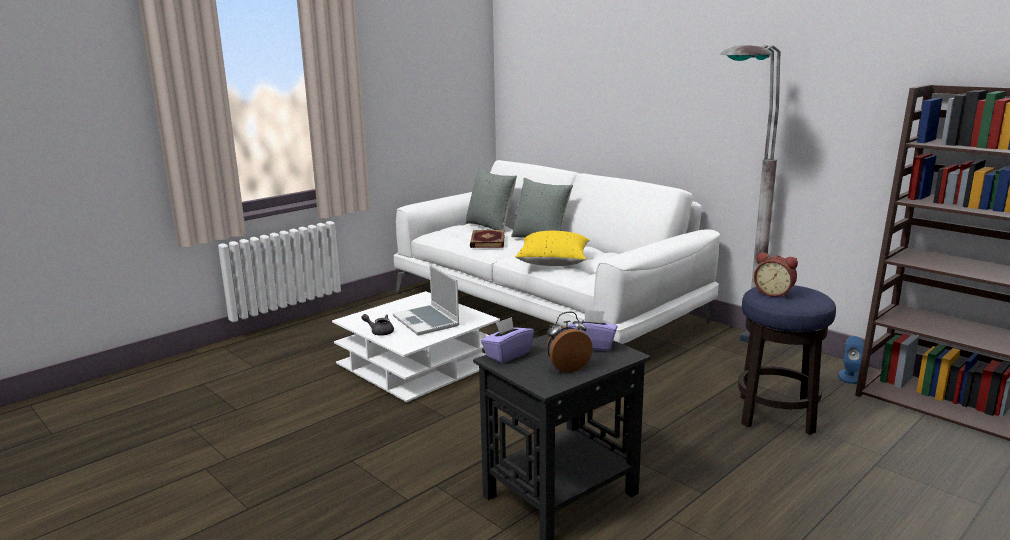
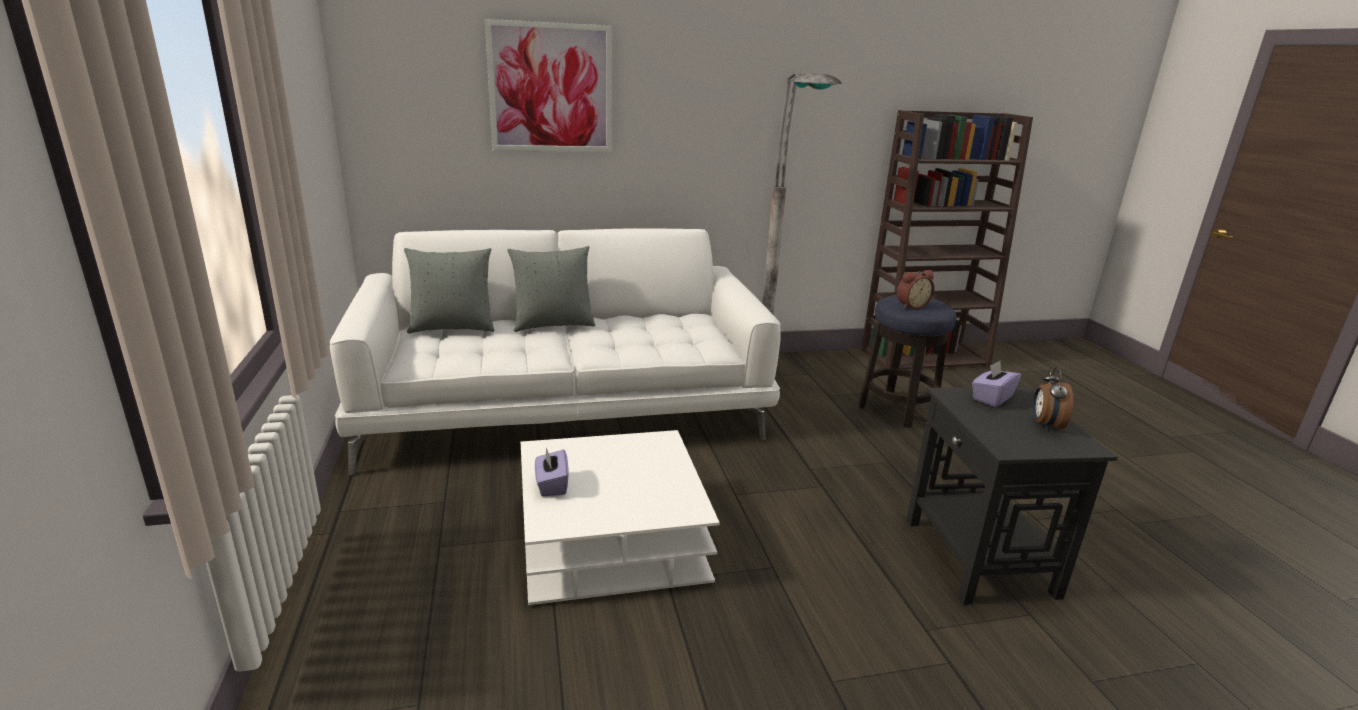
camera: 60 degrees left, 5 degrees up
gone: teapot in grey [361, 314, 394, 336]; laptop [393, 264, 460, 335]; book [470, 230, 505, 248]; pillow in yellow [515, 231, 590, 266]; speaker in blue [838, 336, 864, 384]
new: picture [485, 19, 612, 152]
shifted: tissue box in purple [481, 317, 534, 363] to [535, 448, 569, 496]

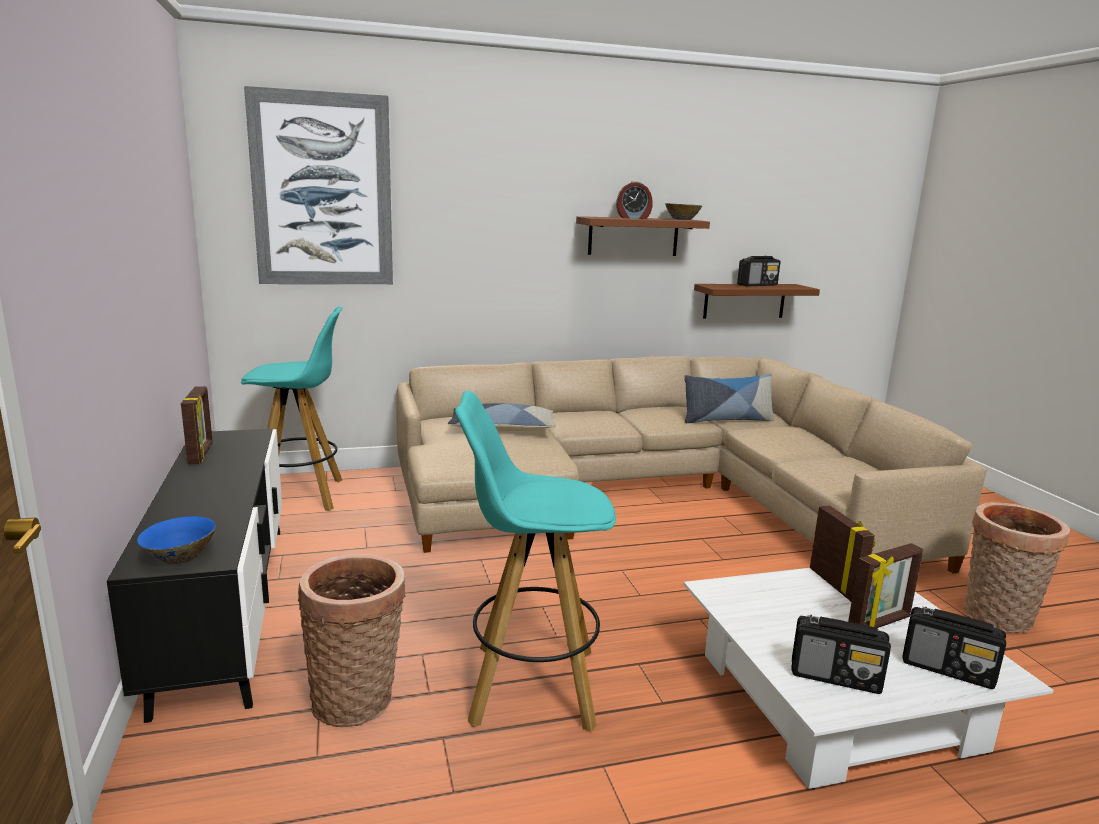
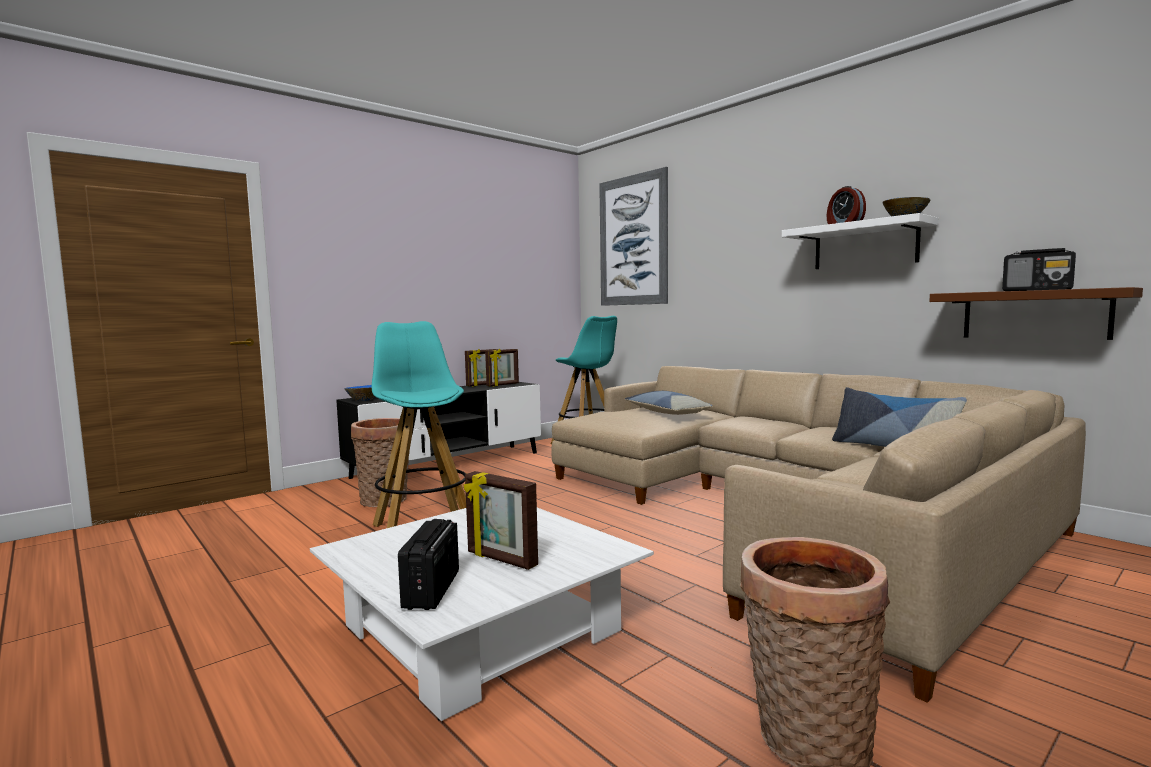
camera: 65 degrees right, 10 degrees down
gone: radio [792, 615, 891, 694]
shifted: picture frame [810, 505, 876, 602] to [485, 349, 519, 387]
repainted: shelf in brown [576, 216, 710, 256] to shelf in white [782, 213, 938, 269]

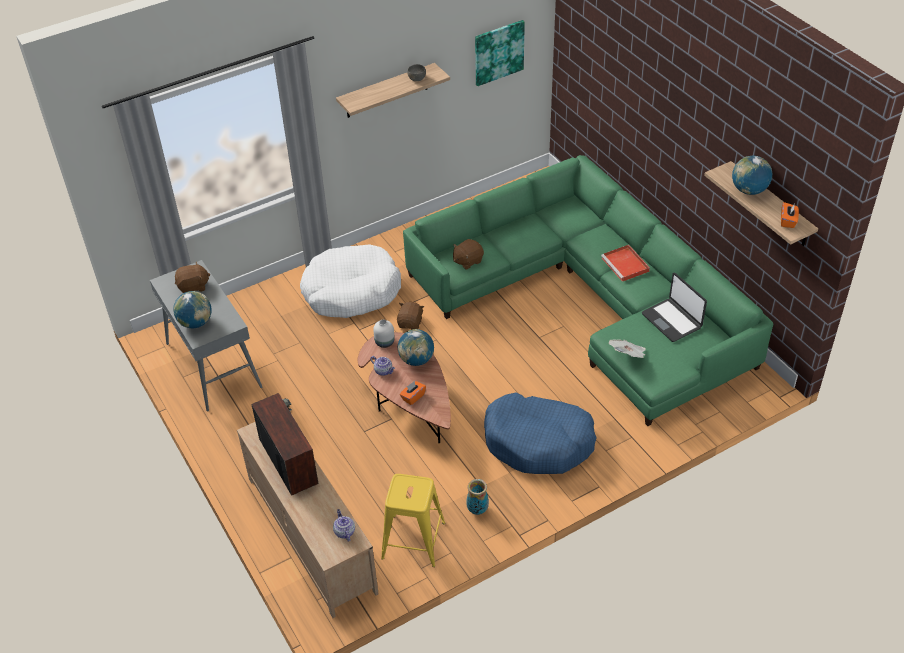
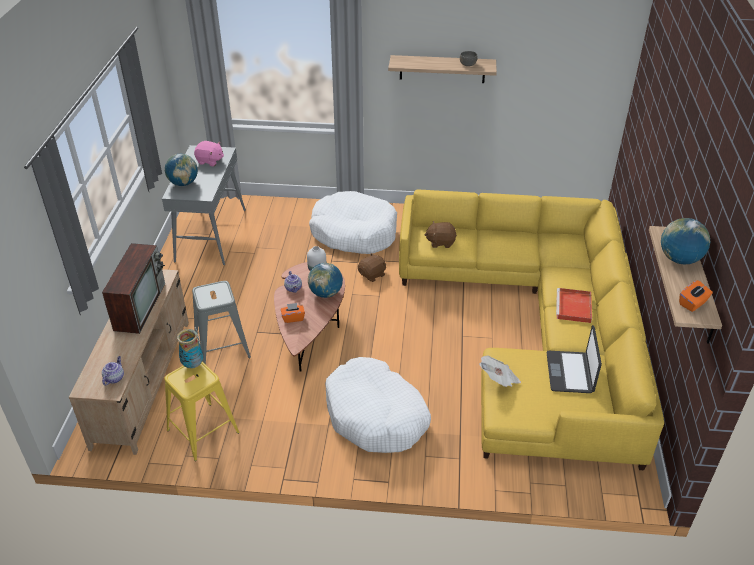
camera: 35 degrees right, 5 degrees down
gone: picture [475, 20, 525, 86]
new: stool in grey [192, 281, 251, 364]
shifted: vase [466, 479, 489, 515] to [177, 329, 203, 368]
repainted: plush toy in brown [175, 261, 210, 293] to plush toy in pink [194, 141, 224, 166]; sofa in green [403, 155, 774, 426] to sofa in yellow [399, 189, 664, 470]; dog bed in blue [484, 393, 597, 474] to dog bed in white [325, 357, 431, 453]

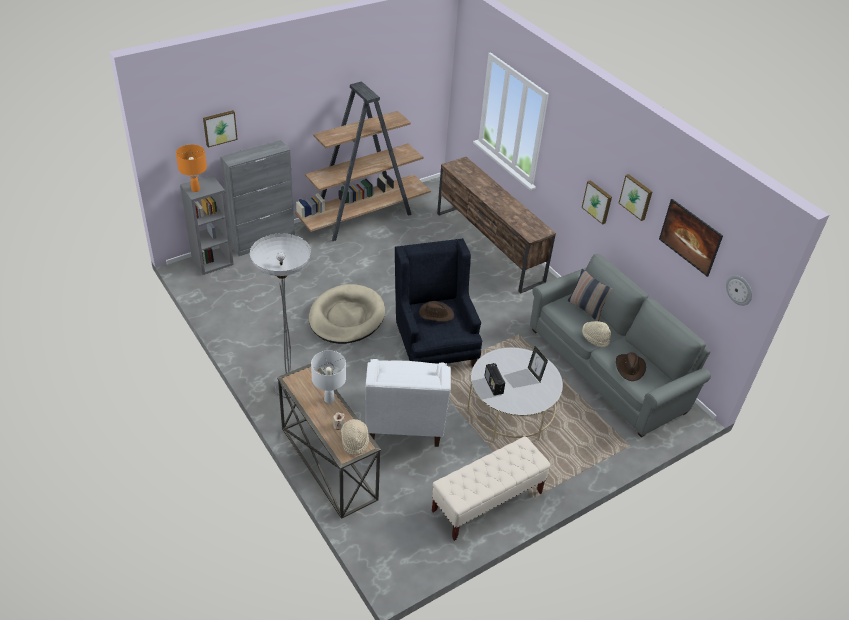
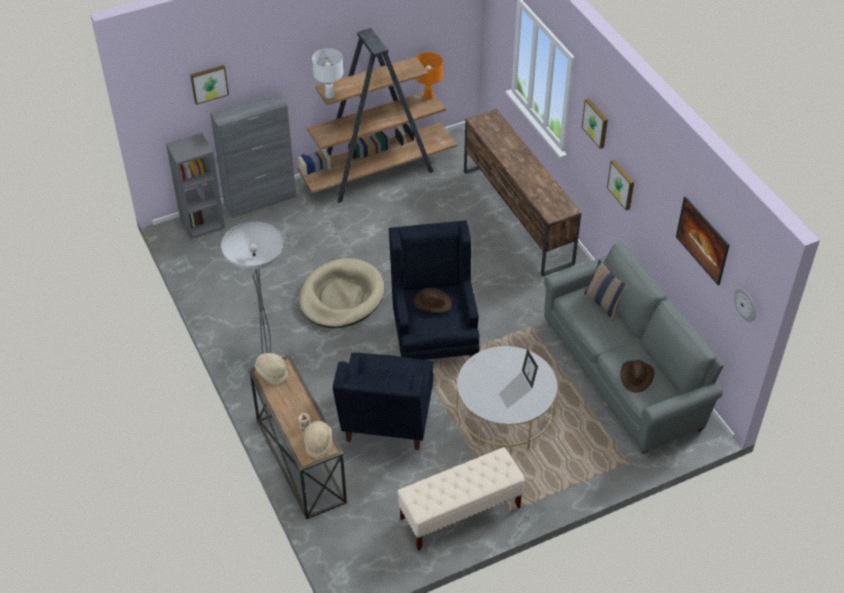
camera: 10 degrees right, 5 degrees up
gone: radio [485, 363, 505, 396]
shifted: table lamp in orange [176, 144, 207, 192] to [416, 52, 443, 100]; table lamp in white [311, 350, 346, 403] to [312, 48, 343, 99]; hat in beige [582, 321, 611, 347] to [255, 353, 288, 384]; picture [619, 174, 652, 221] to [582, 98, 608, 149]
repainted: armchair in white [366, 359, 451, 447] to armchair in blue [333, 353, 434, 450]

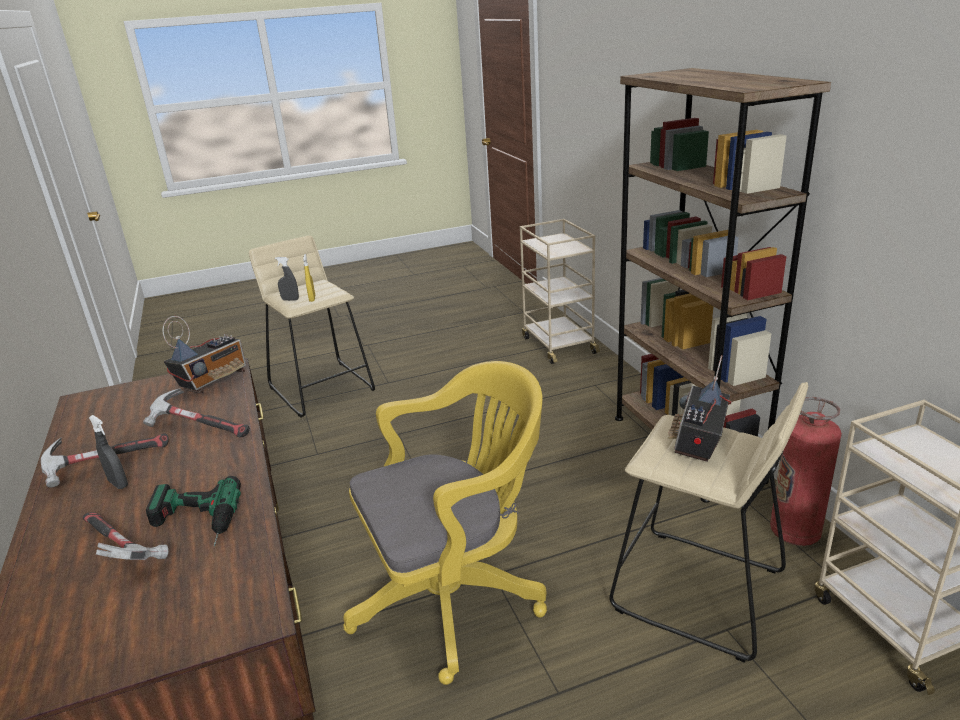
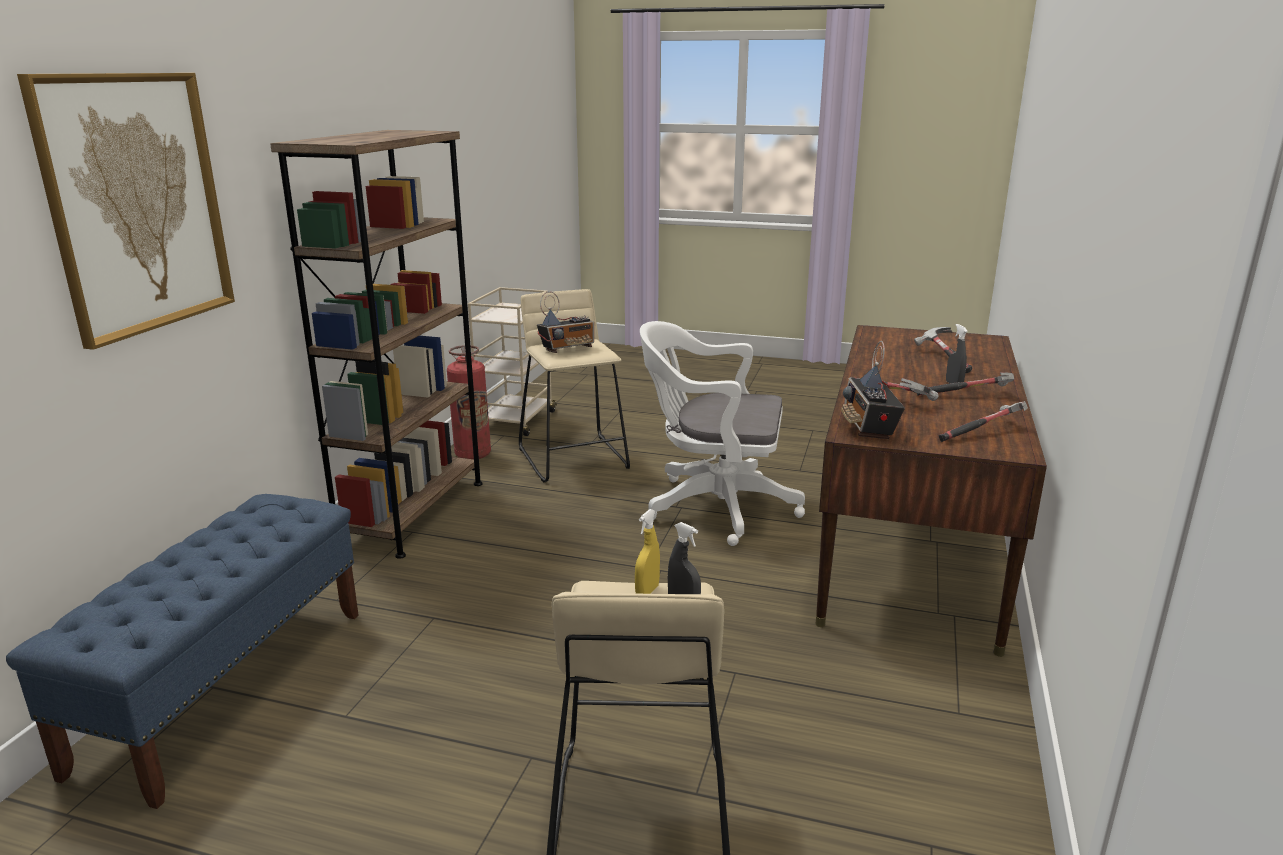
camera: 145 degrees left, 5 degrees down
gone: power drill [146, 476, 241, 546]
new: picture [17, 73, 235, 350]; hammer [939, 401, 1028, 442]
swapped: cart in beige [520, 219, 600, 364] to bench in blue [6, 494, 359, 809]
repainted: office chair in yellow [343, 361, 547, 685] to office chair in white [640, 321, 805, 546]
rotated: radio [162, 316, 246, 394] = [841, 341, 905, 439] 75 degrees counterclockwise

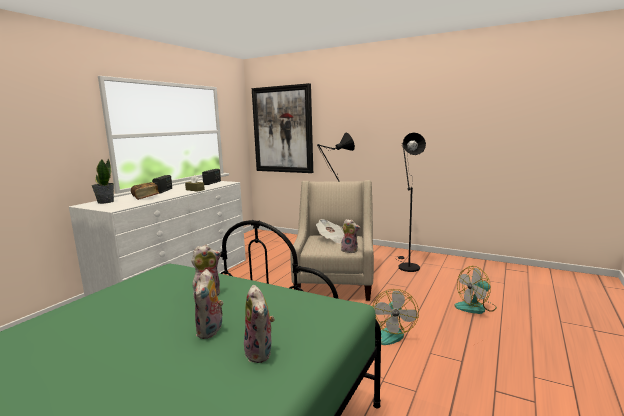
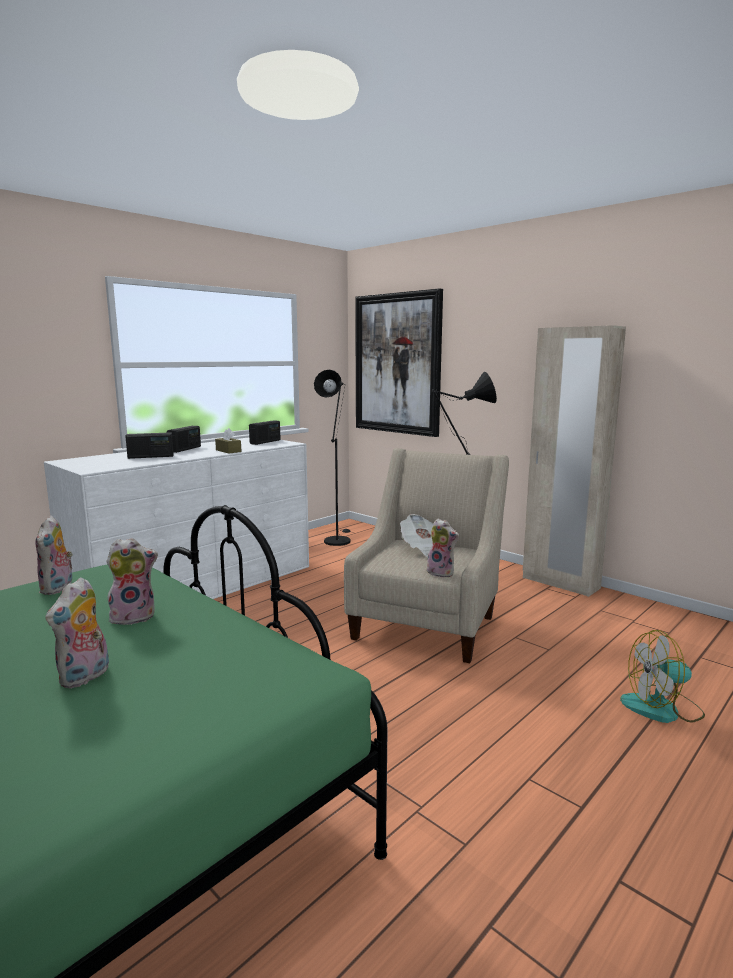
camera: 15 degrees right, 0 degrees up
gone: potted plant [92, 159, 114, 204]; fan [372, 289, 419, 345]
new: wardrobe in beige [523, 325, 626, 597]
shifted: plush toy [244, 285, 275, 363] to [36, 515, 73, 595]; floor lamp in black [397, 132, 426, 272] to [314, 370, 350, 546]
swapped: book [131, 182, 160, 200] to radio [125, 432, 174, 459]

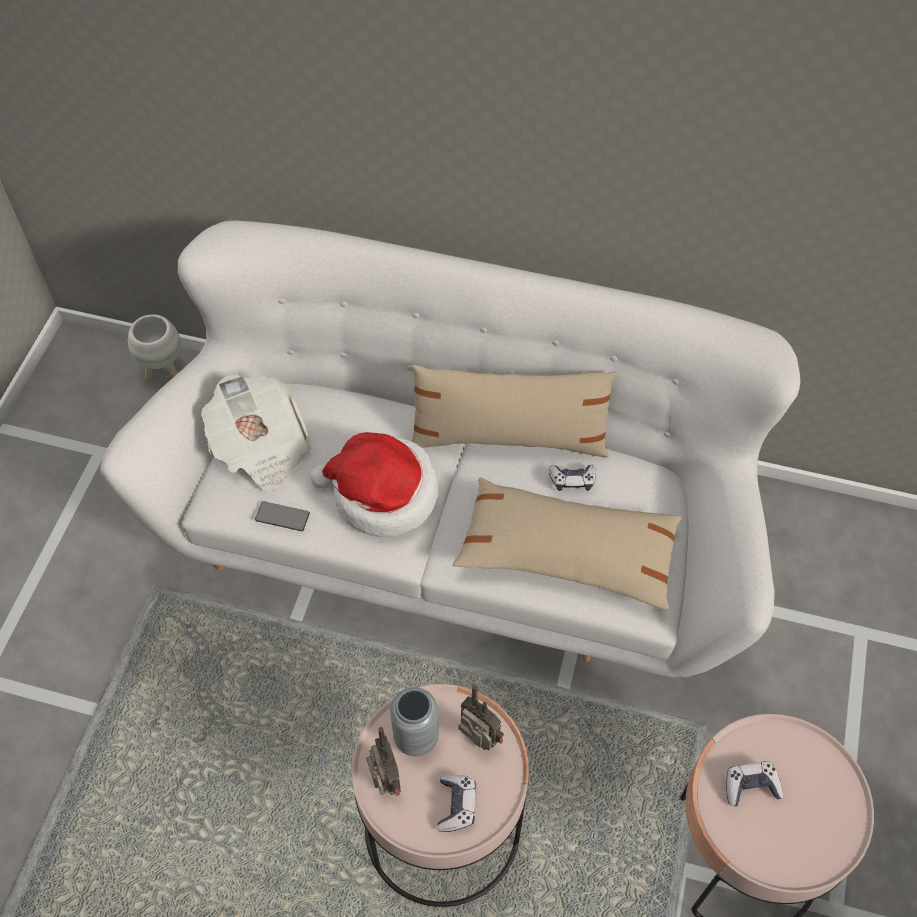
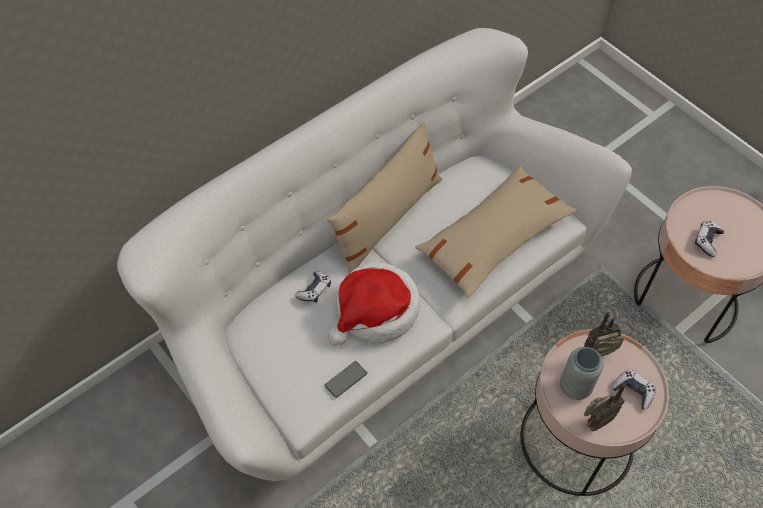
camera: 55 degrees left, 0 degrees up
gone: planter in white [128, 314, 181, 381]; newspaper [201, 374, 311, 492]
shifted: game controller [549, 464, 596, 491] to [295, 271, 331, 303]
rotated: radio [366, 727, 401, 796] = [584, 383, 626, 431] 135 degrees clockwise

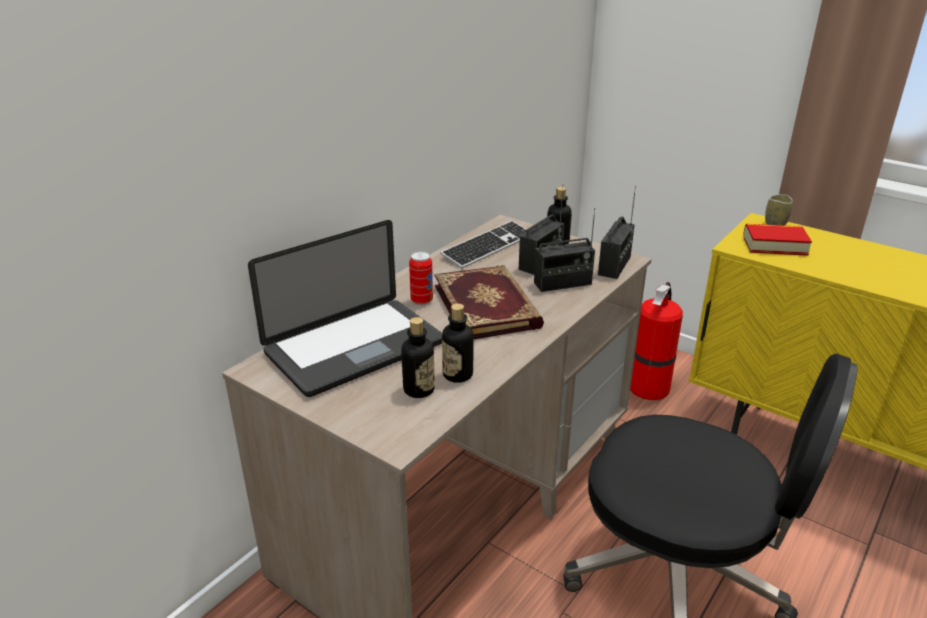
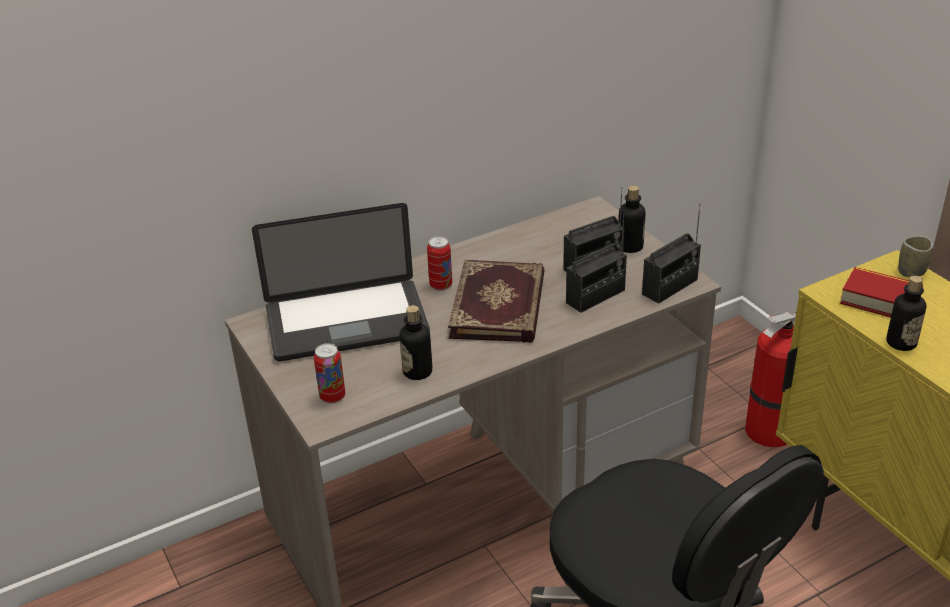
camera: 25 degrees right, 5 degrees up
gone: keyboard [440, 221, 527, 268]
new: can [314, 343, 345, 404]
shifted: bottle [401, 317, 435, 398] to [886, 275, 927, 351]
rotated: radio [534, 208, 595, 292] = [566, 214, 627, 313] 45 degrees counterclockwise

